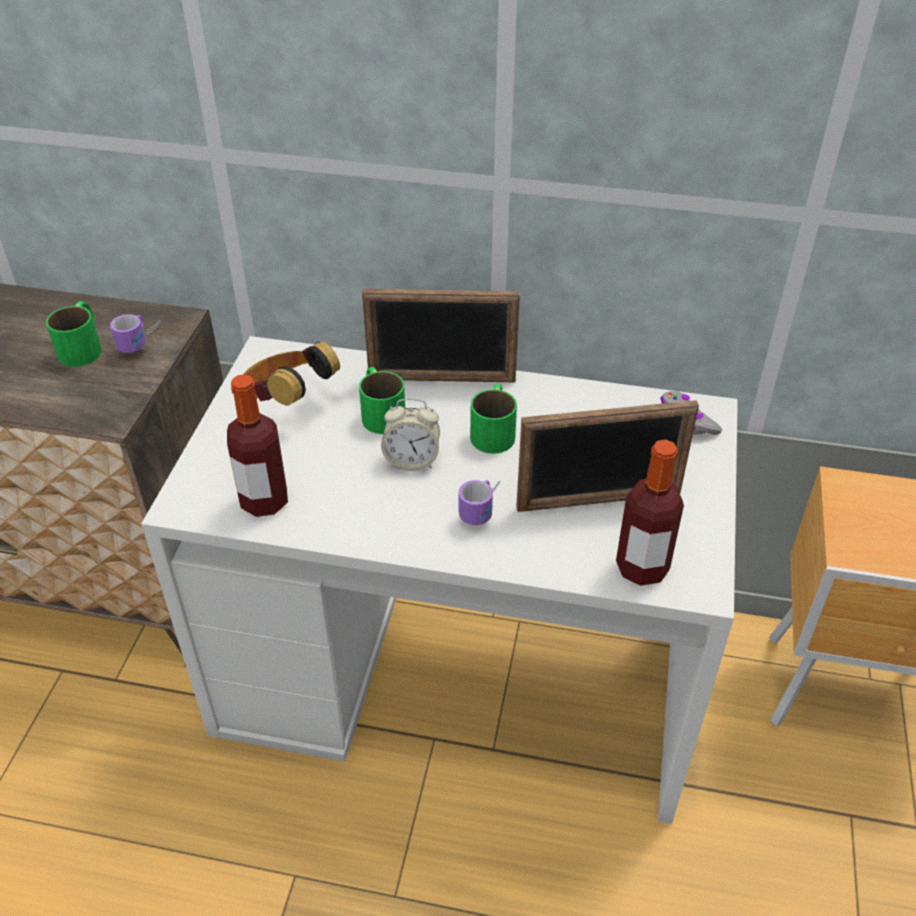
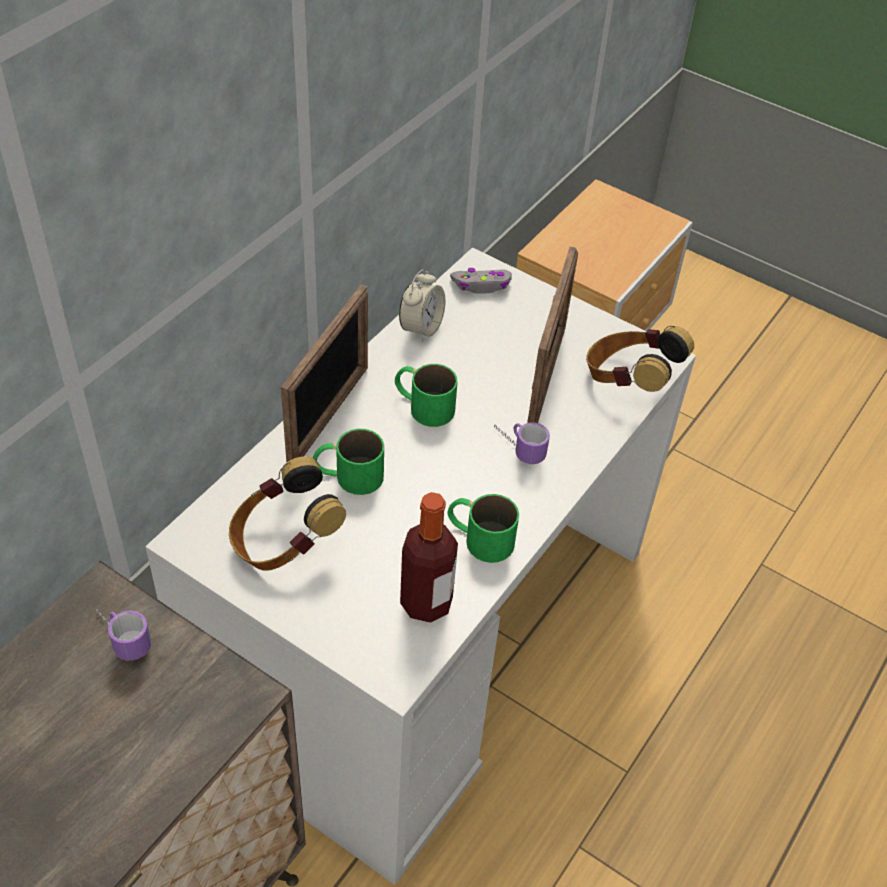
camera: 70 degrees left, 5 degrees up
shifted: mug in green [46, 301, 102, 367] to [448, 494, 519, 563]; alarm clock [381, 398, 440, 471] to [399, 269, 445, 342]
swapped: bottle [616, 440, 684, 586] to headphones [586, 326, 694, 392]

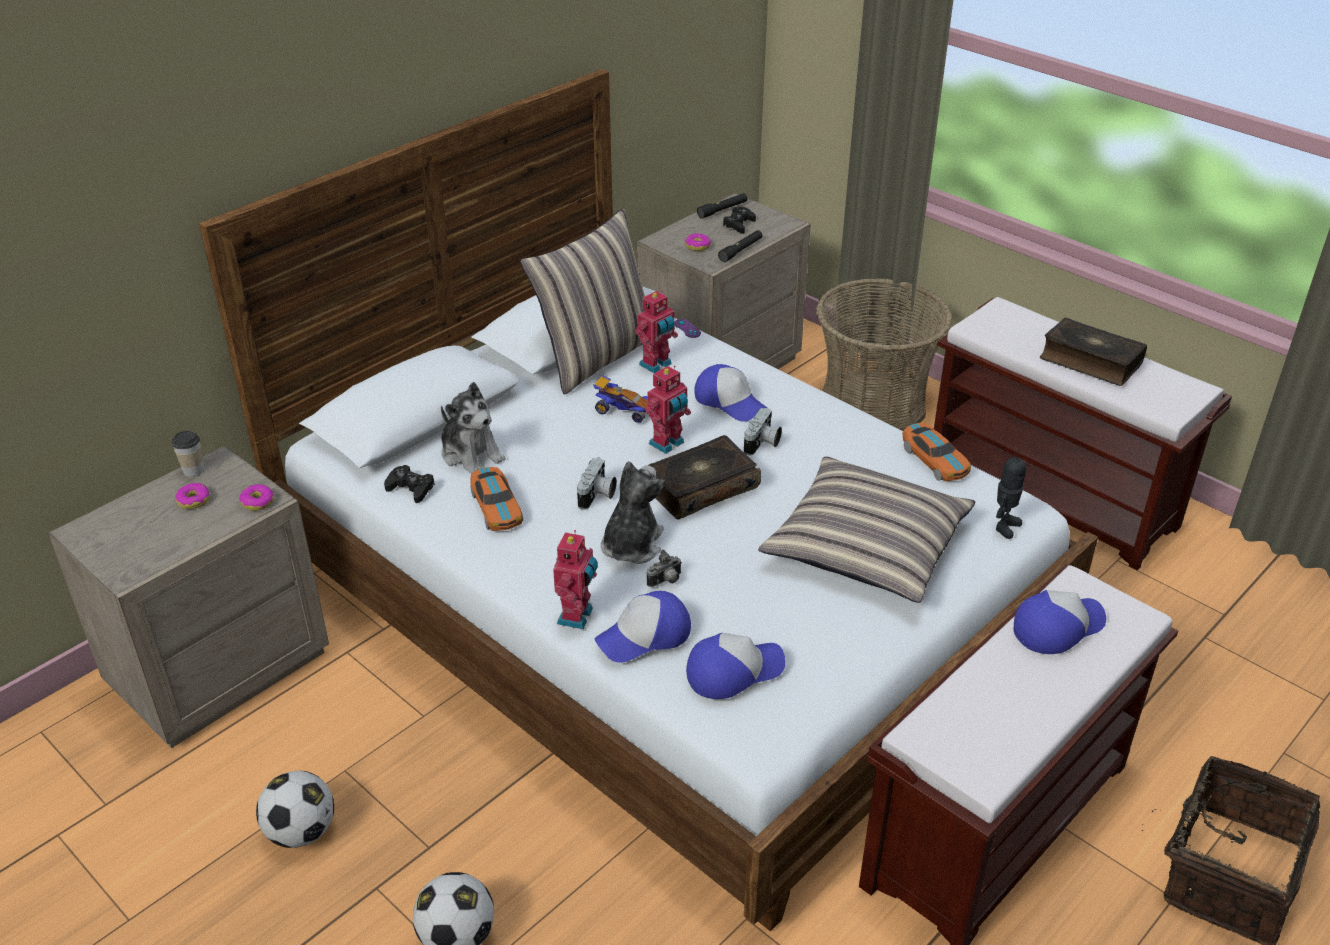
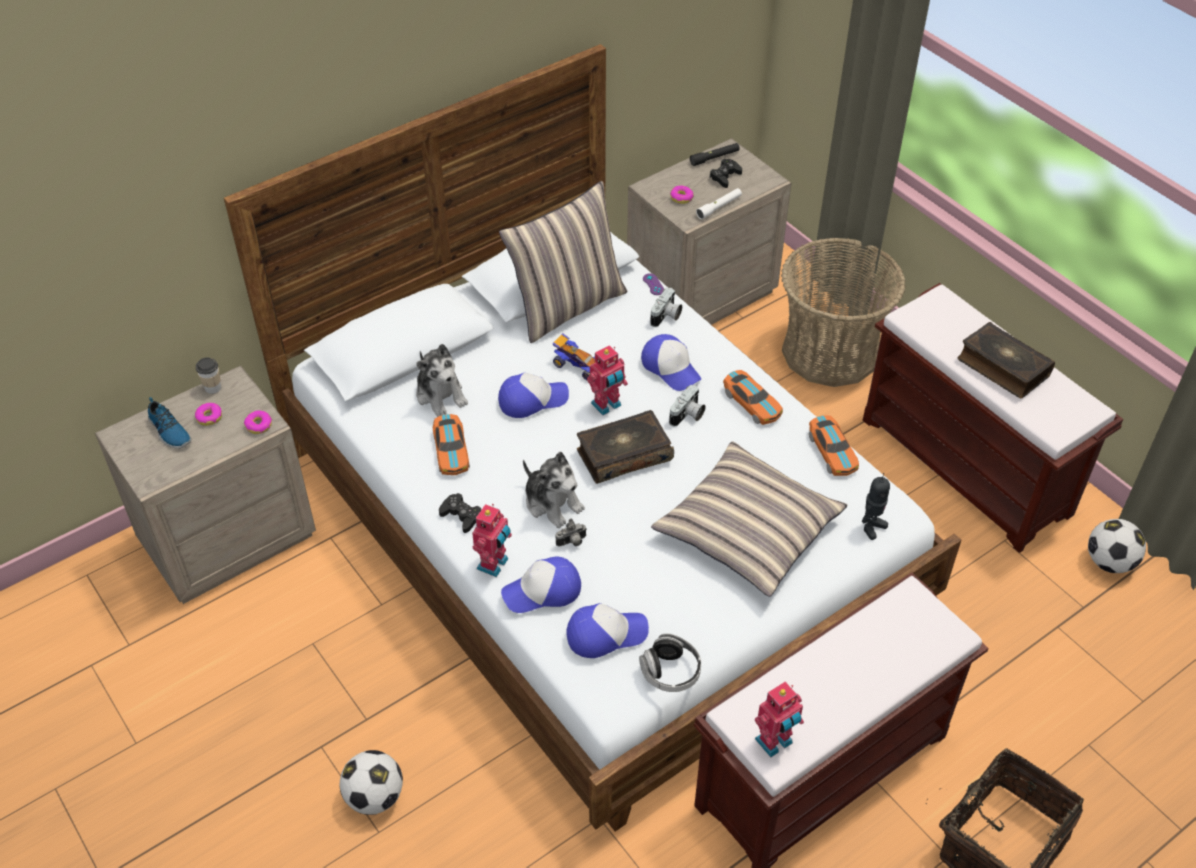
camera: 10 degrees right, 10 degrees up
new: shoe [148, 397, 192, 449]; headphones [639, 633, 701, 692]; toy car [723, 370, 783, 425]
shifted: football [256, 771, 334, 848] to [1088, 519, 1146, 573]; game controller in black [384, 465, 435, 503] to [439, 493, 481, 533]; photo camera [577, 458, 617, 510] to [650, 287, 682, 327]; toy robot [635, 290, 678, 373] to [755, 682, 804, 757]; cap [1014, 590, 1106, 654] to [498, 373, 569, 418]
repainted: flashlight in black [718, 230, 762, 262] to flashlight in white [696, 188, 742, 219]
rotated: plush toy [601, 461, 665, 564] = [523, 452, 585, 528] 105 degrees clockwise

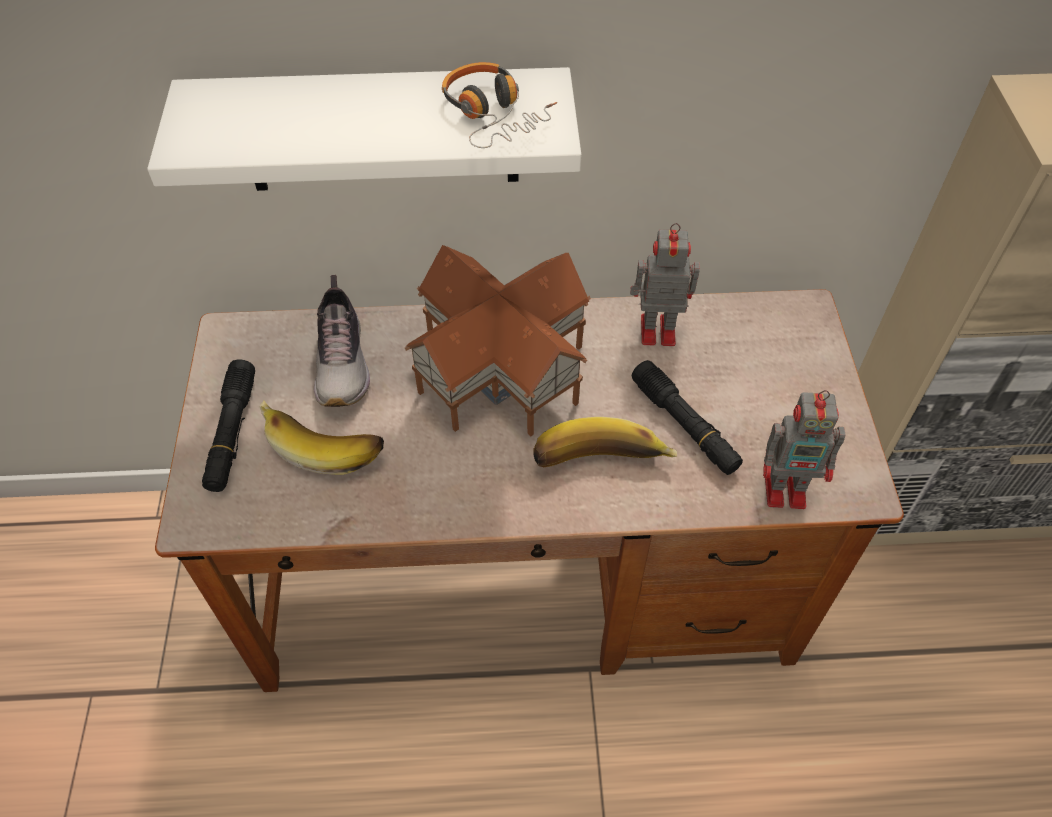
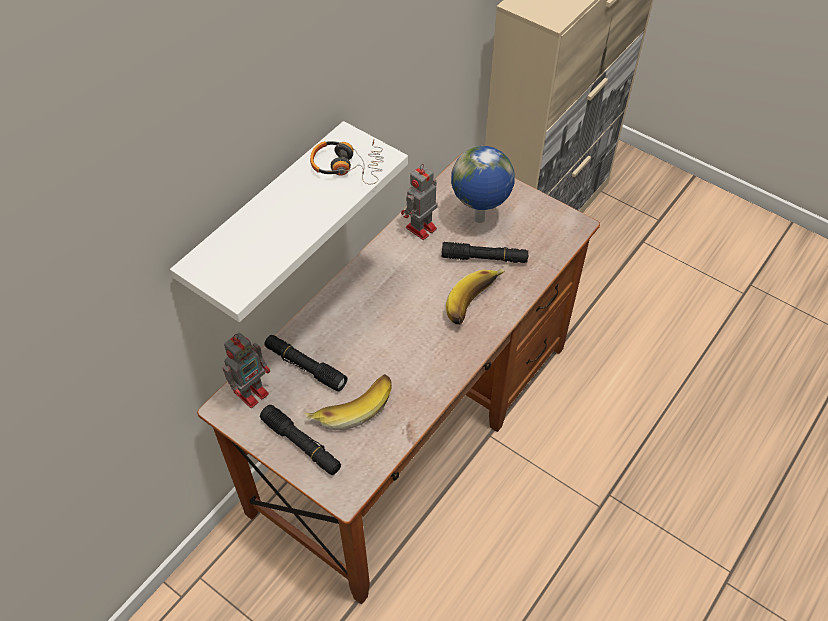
camera: 50 degrees left, 0 degrees up
gone: toy house [405, 245, 591, 437]
new: globe [451, 146, 515, 223]
shifted: toy robot [763, 390, 845, 509] to [223, 332, 270, 408]
swapped: shoe [314, 275, 370, 407] to flashlight in black [265, 335, 347, 391]

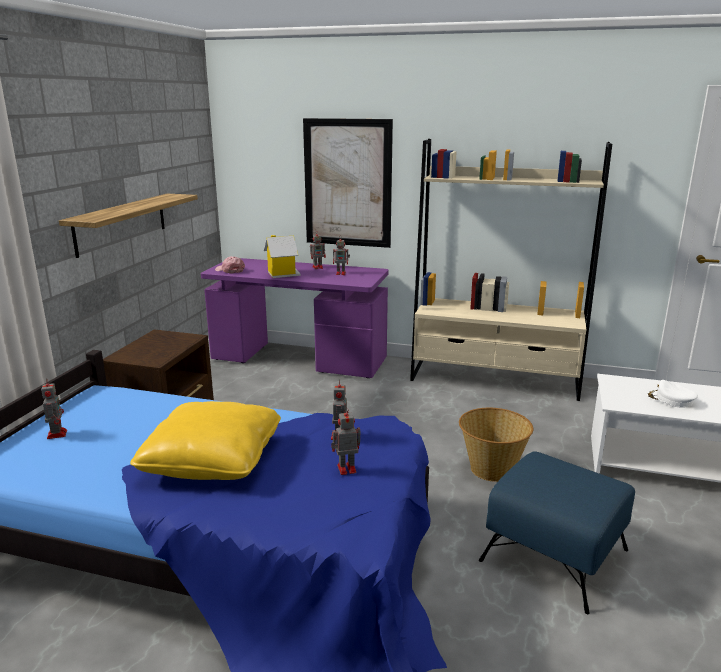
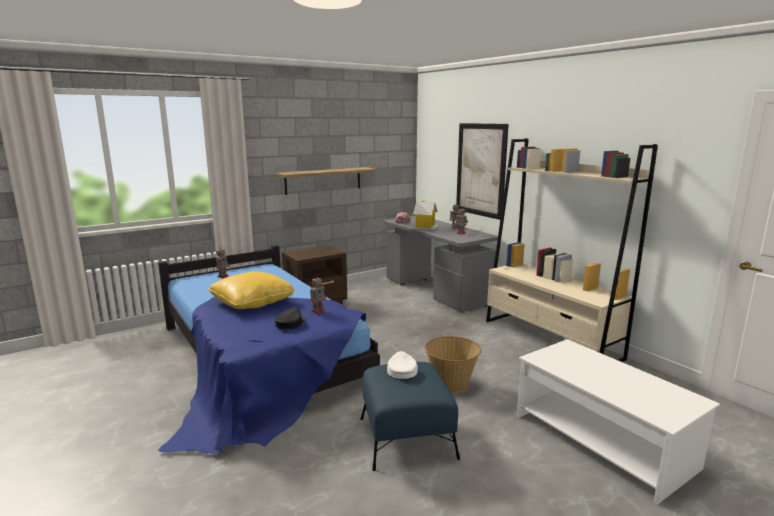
camera: 40 degrees right, 5 degrees down
shifted: cap in white [647, 380, 698, 408] to [387, 351, 418, 379]
swapped: toy robot [331, 407, 360, 475] to cap in black [274, 307, 306, 329]
repainted: desk in purple [201, 258, 389, 378] to desk in grey [384, 216, 498, 313]

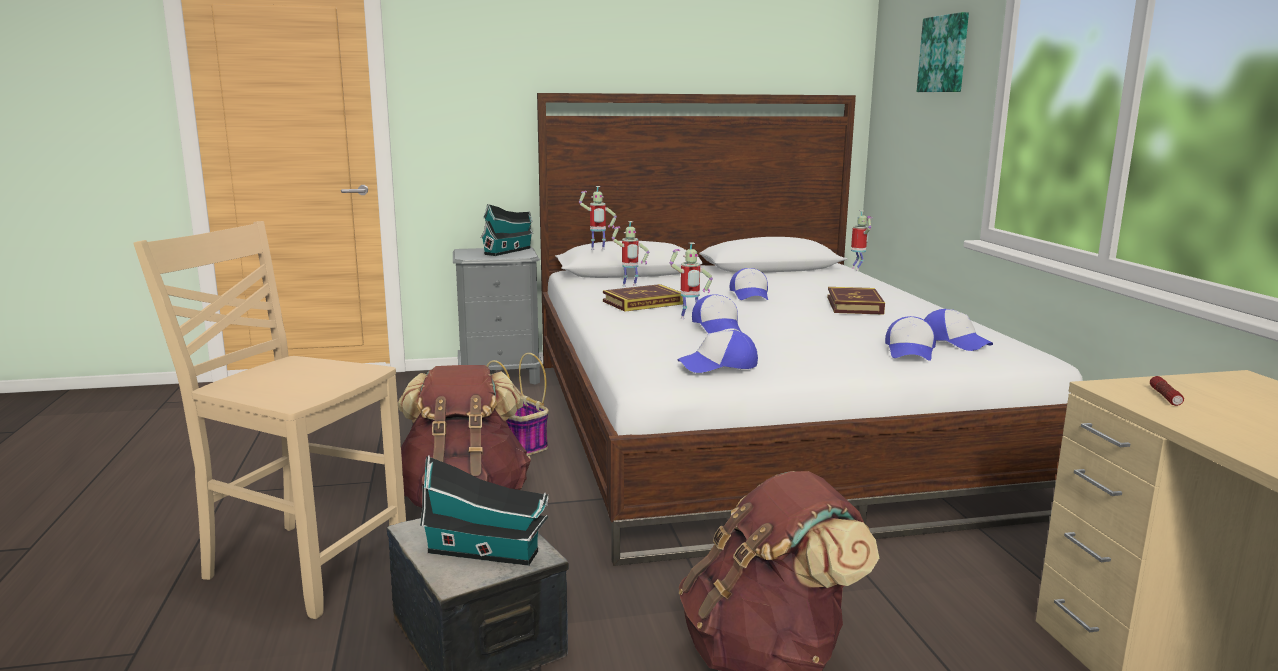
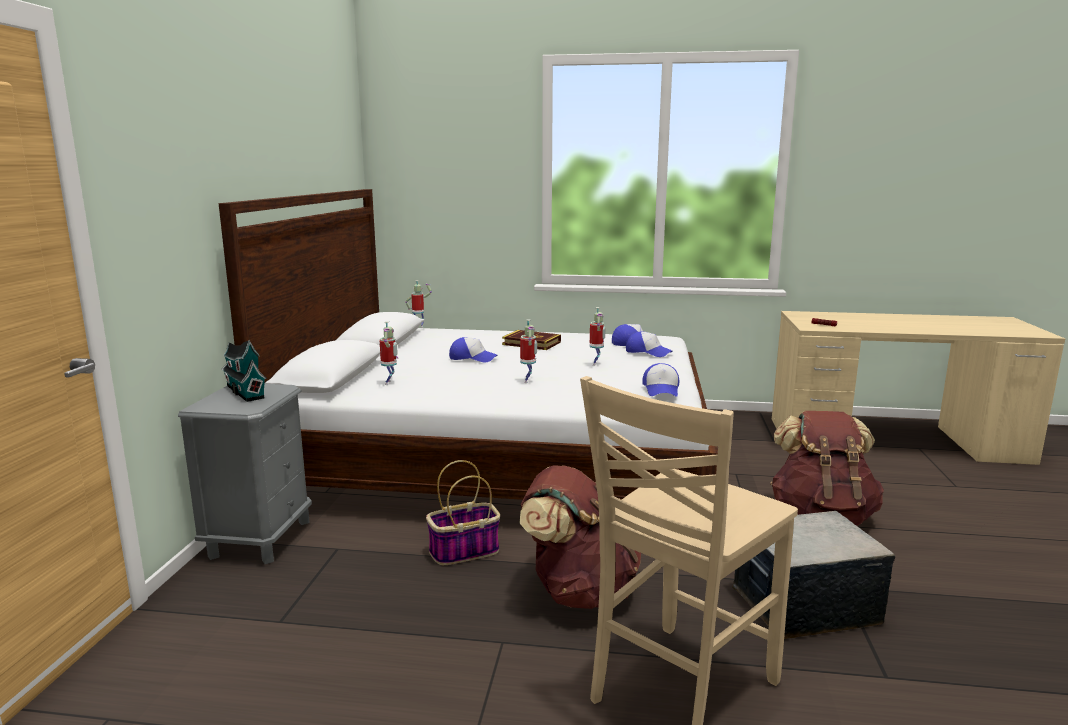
camera: 70 degrees left, 0 degrees up
gone: toy house [420, 455, 549, 566]; book [603, 284, 683, 312]; cap [692, 294, 742, 333]; picture [917, 12, 969, 92]
shifted: toy robot [579, 186, 617, 250] to [590, 307, 605, 366]

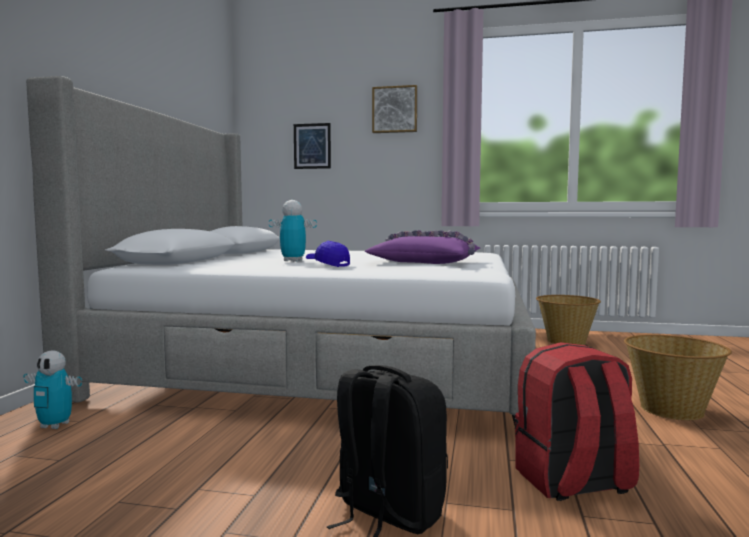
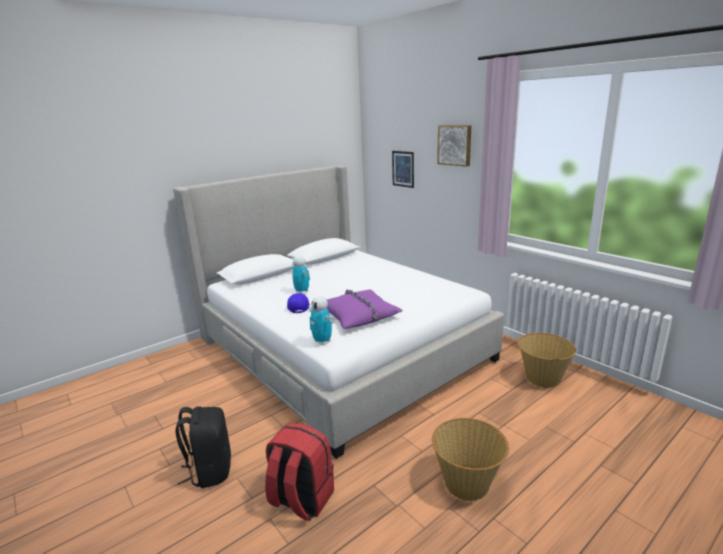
camera: 40 degrees right, 15 degrees up
shifted: toy robot [24, 351, 82, 429] to [308, 296, 334, 345]

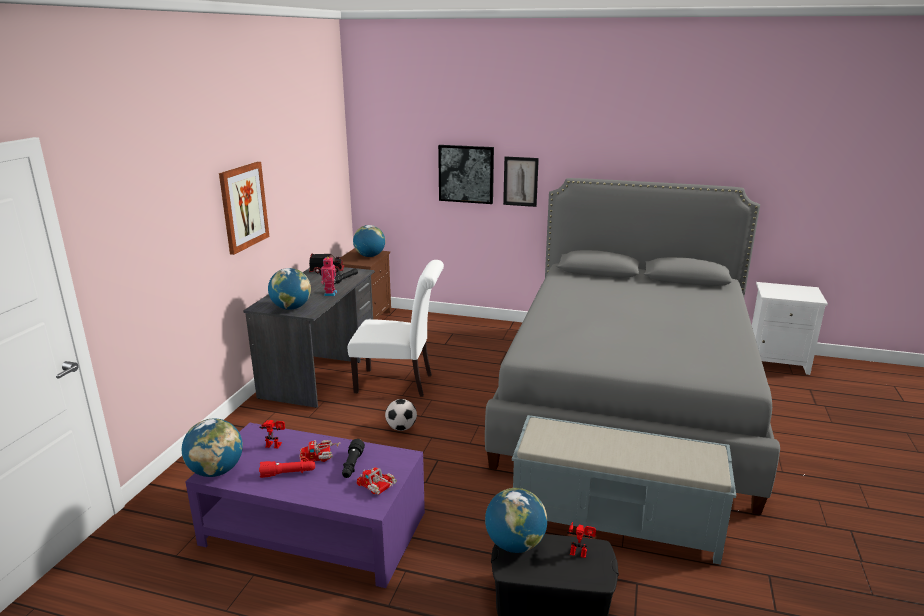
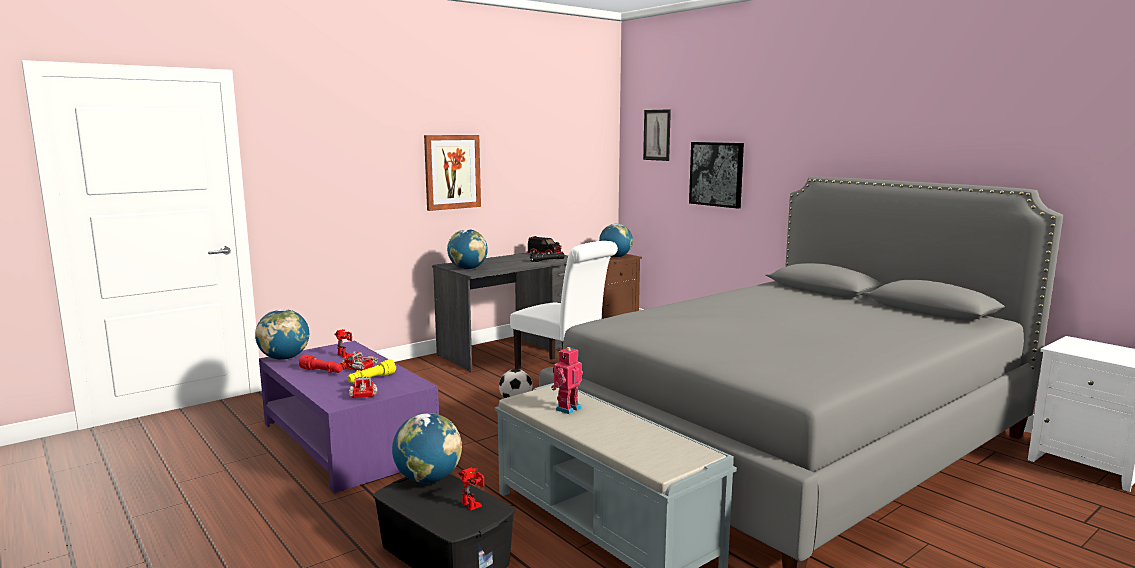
camera: 35 degrees right, 10 degrees down
shifted: toy robot [319, 257, 337, 296] to [551, 346, 583, 414]; picture [503, 156, 539, 207] to [643, 109, 671, 161]
repainted: flashlight in black [342, 439, 365, 478] to flashlight in yellow [347, 359, 396, 383]

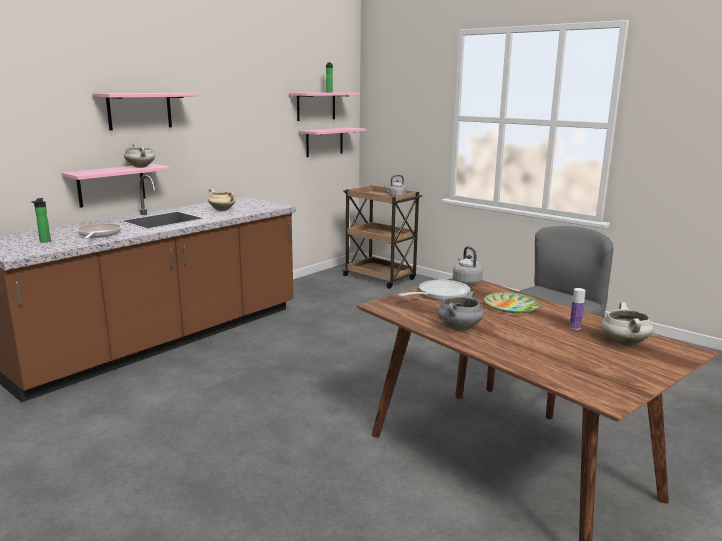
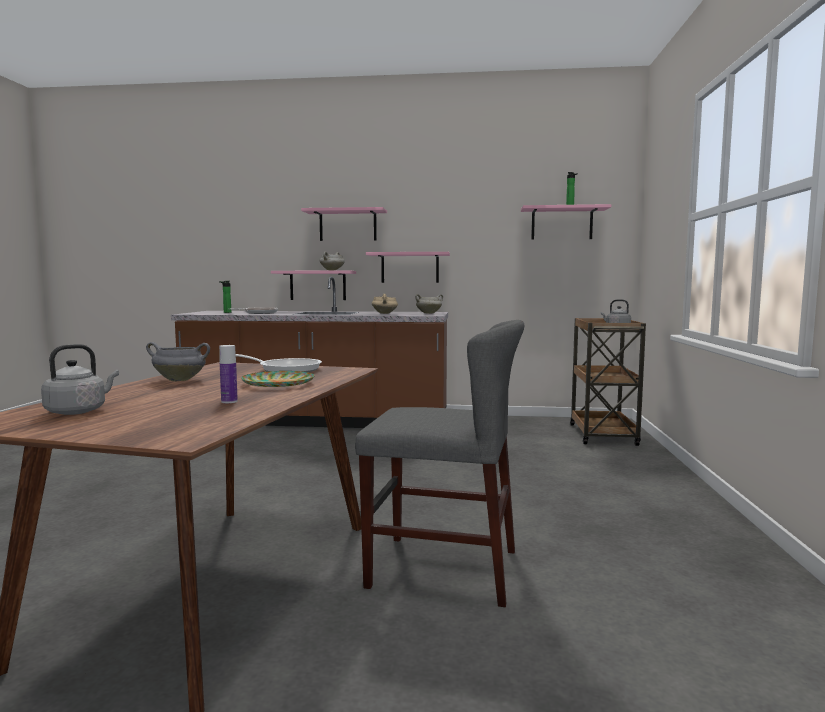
camera: 55 degrees right, 10 degrees down
shifted: shelf in pink [299, 127, 366, 157] to [366, 252, 450, 283]; kettle in grey [453, 246, 483, 285] to [41, 344, 119, 415]; cooking pot in white [601, 302, 654, 346] to [415, 294, 443, 314]

